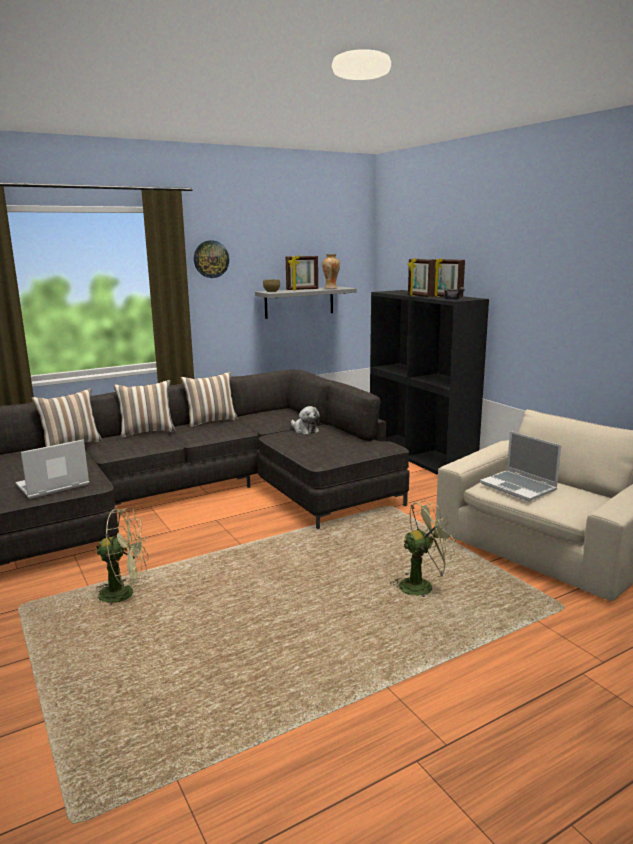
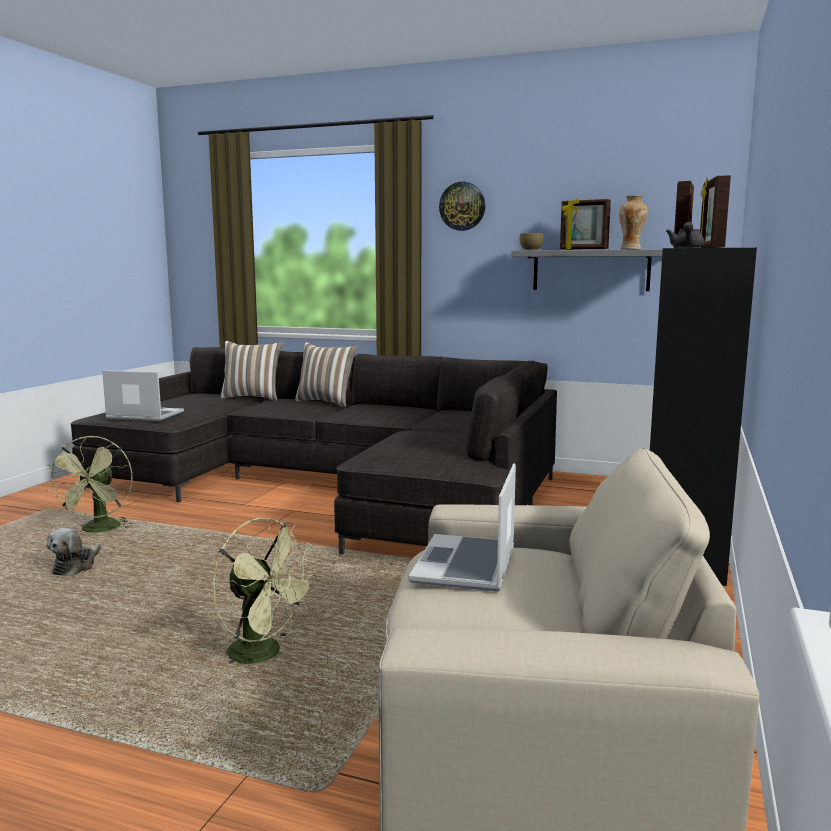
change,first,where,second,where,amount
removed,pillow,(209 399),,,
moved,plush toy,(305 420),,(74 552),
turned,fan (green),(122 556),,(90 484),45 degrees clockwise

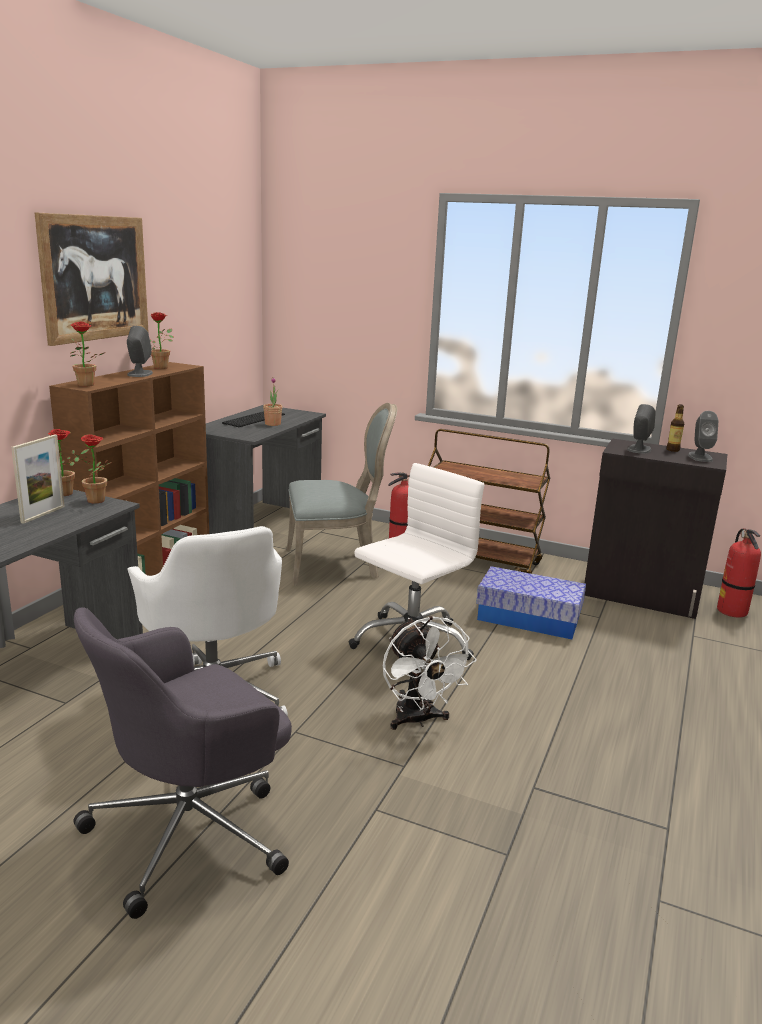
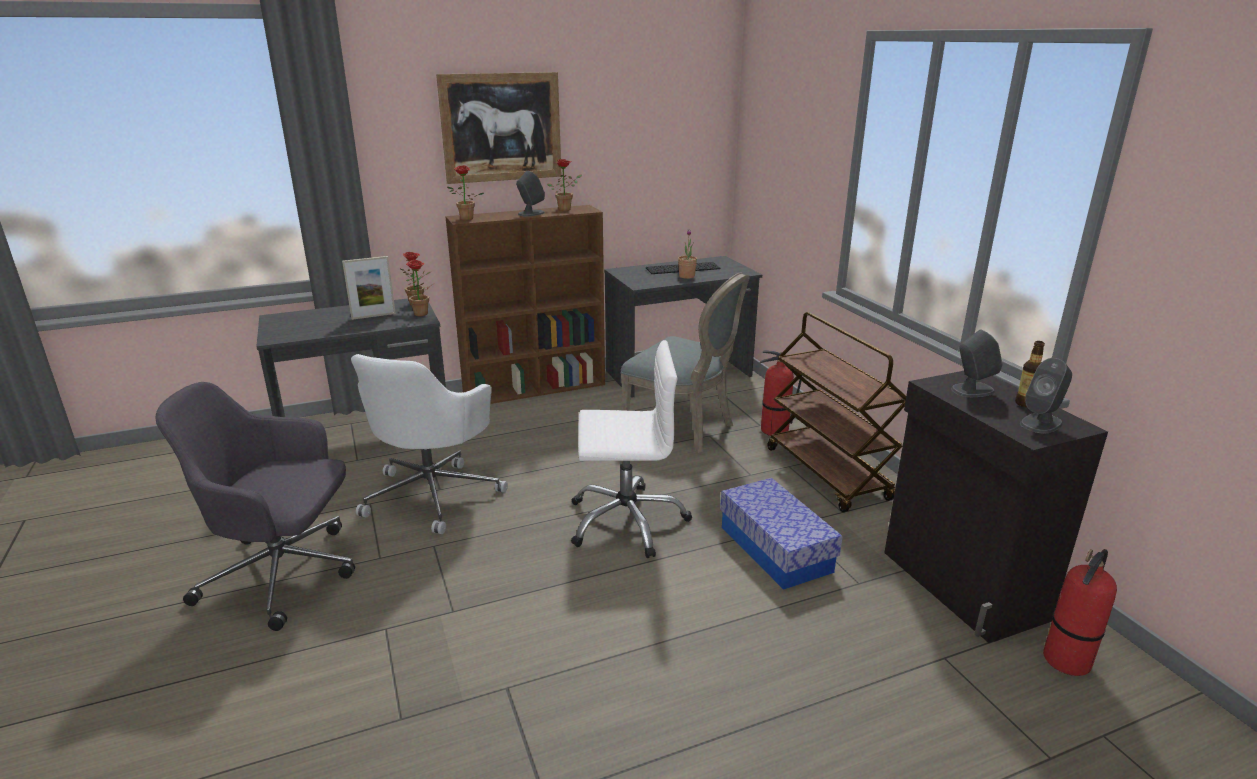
change,first,where,second,where,amount
removed,fan (white),(430 673),,,

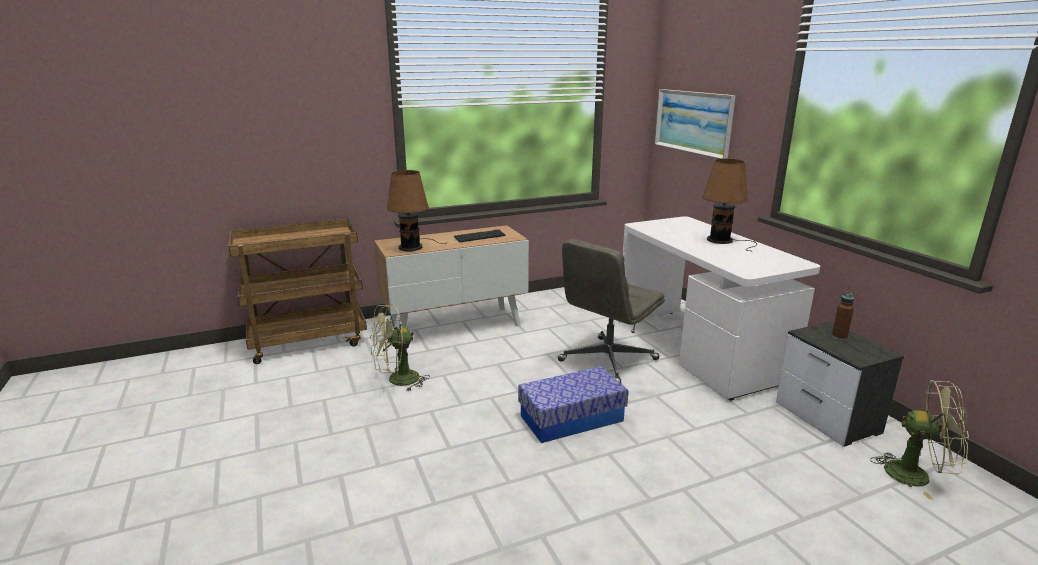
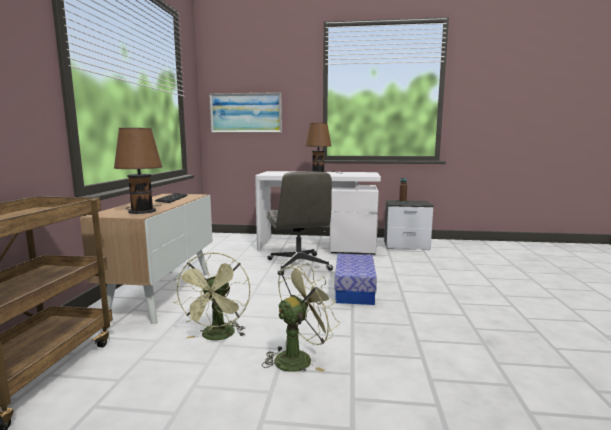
change,first,where,second,where,amount
moved,fan (green),(919 439),,(301 317),

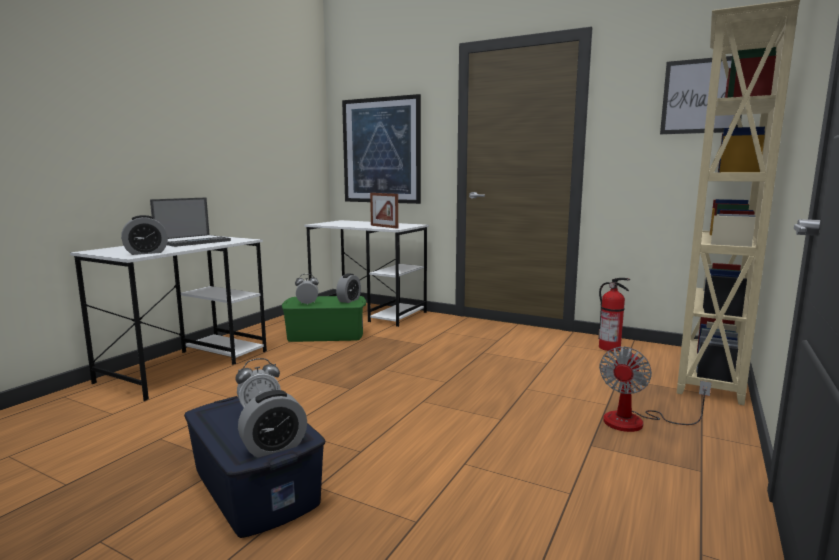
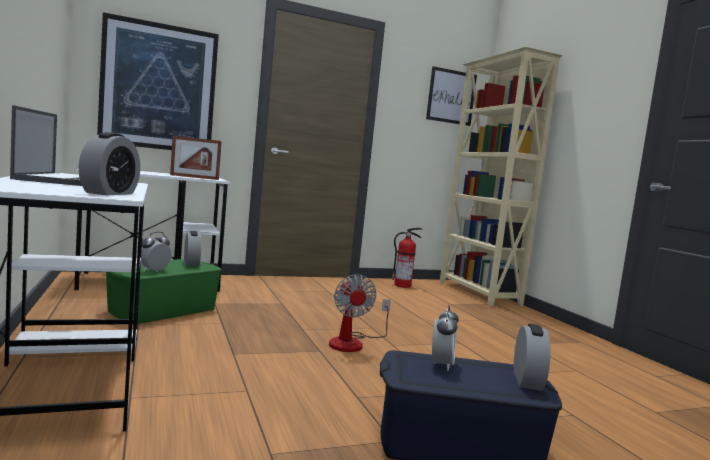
change,first,where,second,where,amount
moved,fan,(655 389),,(360 313),

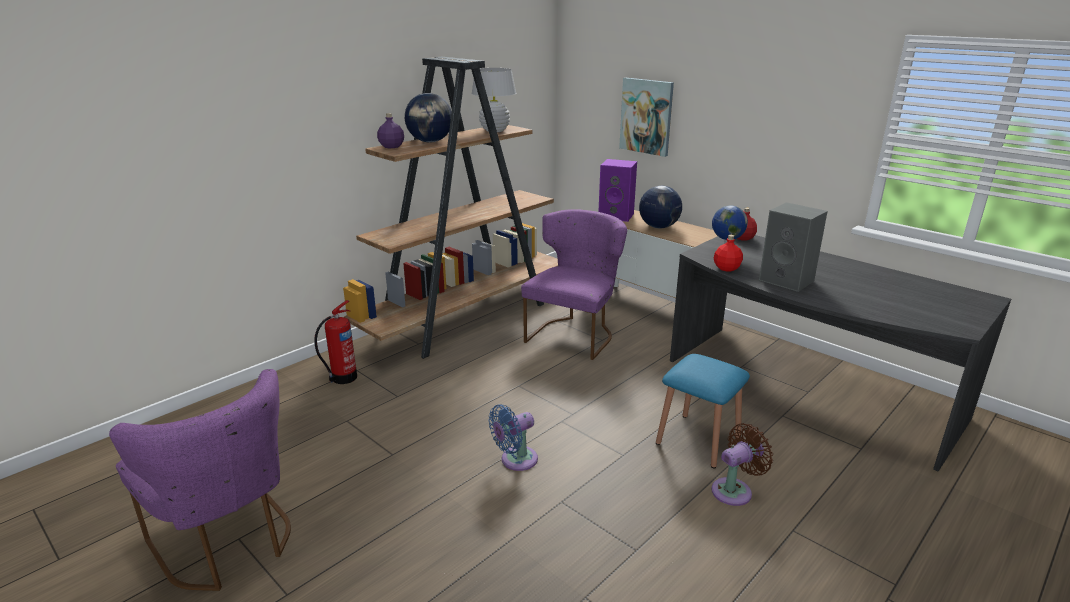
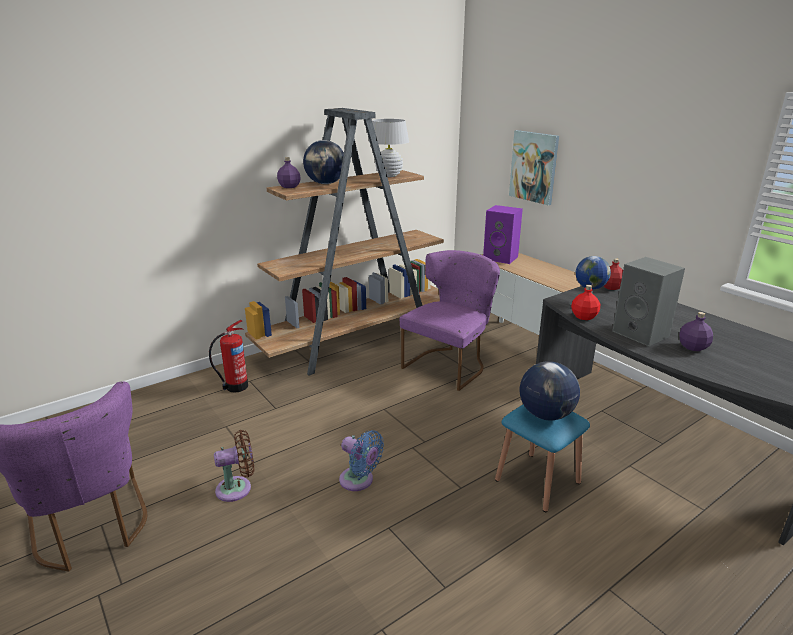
change,first,where,second,where,amount
added,,,bottle (purple),(696 331),
moved,globe,(660 207),,(550 391),
moved,fan (brown),(742 464),,(234 466),
turned,fan (blue),(513 437),,(361 460),120 degrees counterclockwise

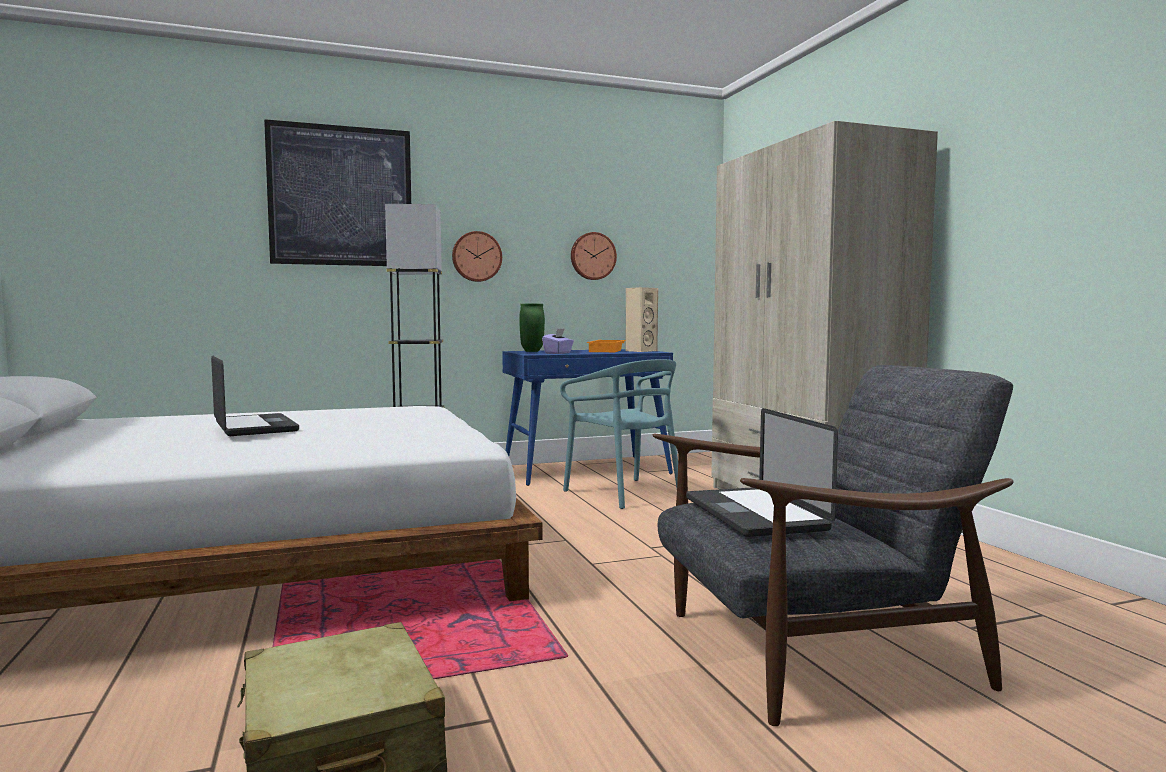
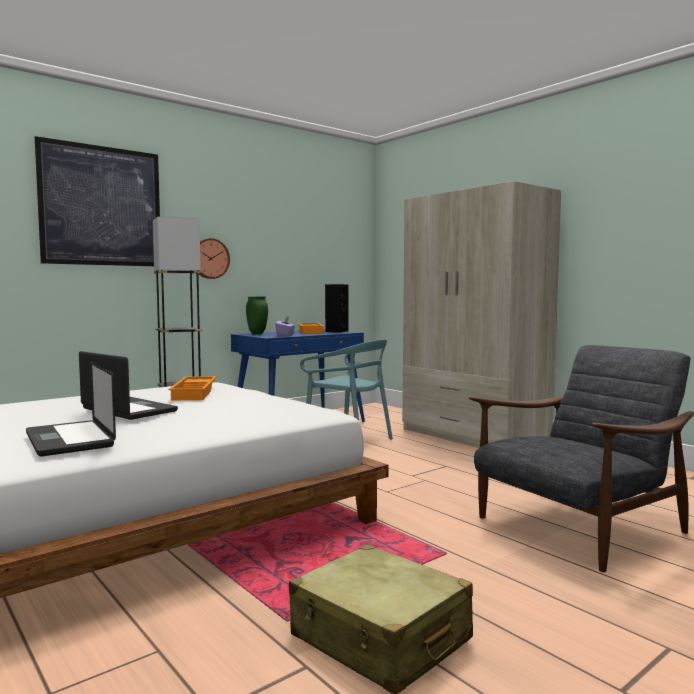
change,first,where,second,where,amount
removed,wall clock,(594 256),,,
added,,,tray (orange),(192 388),
moved,laptop,(762 472),,(71 409),
recoloured,speaker (beige),(641 319),speaker (black),(337 308),

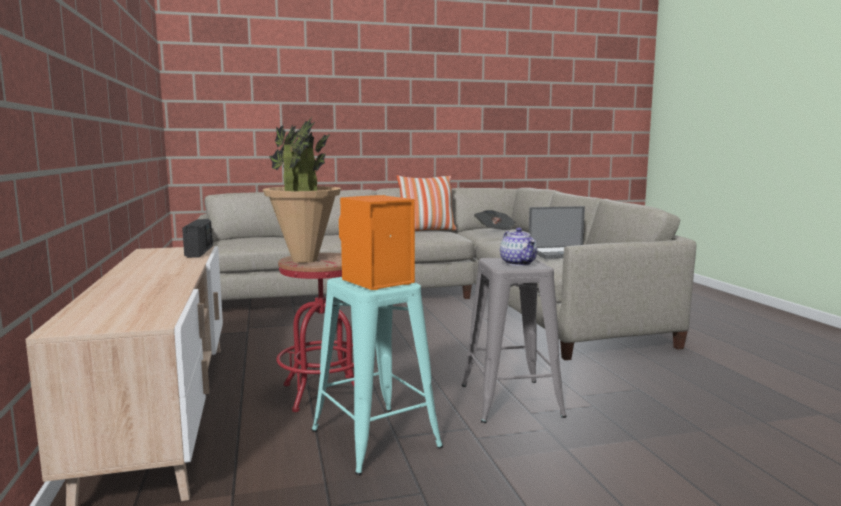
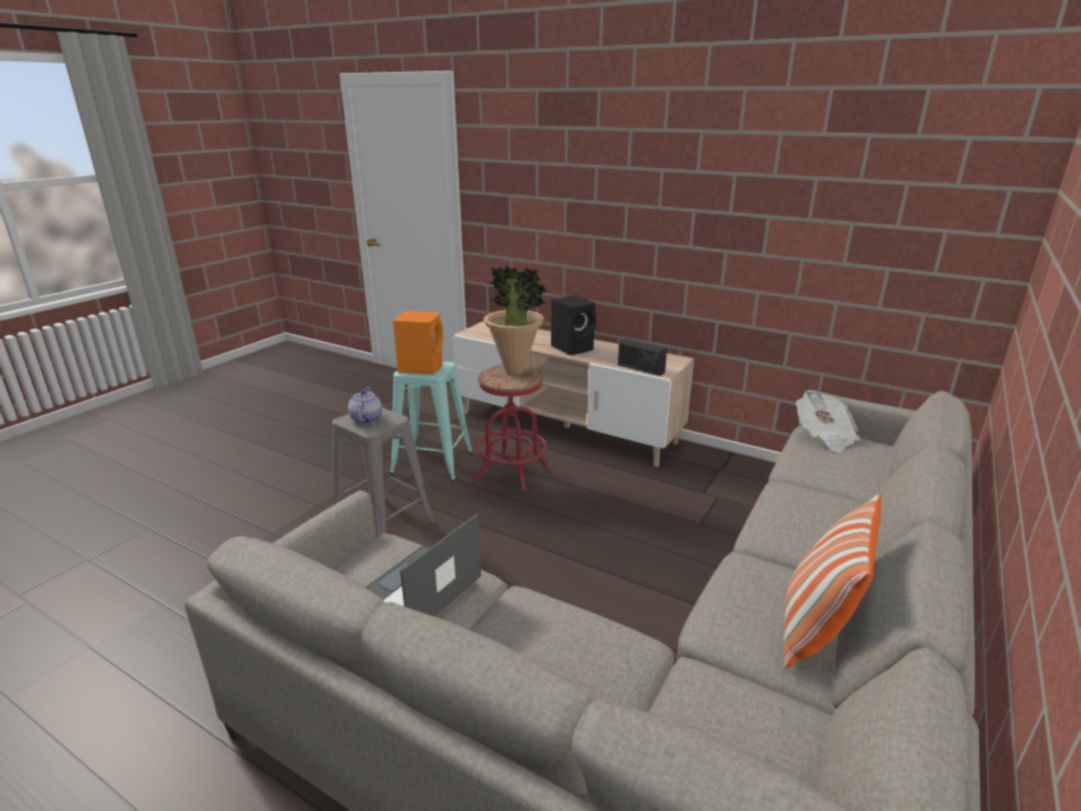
change,first,where,second,where,amount
added,,,speaker (black),(573 325),
moved,newspaper,(495 220),,(828 421),
turned,teapot,(518 247),,(365 405),60 degrees clockwise

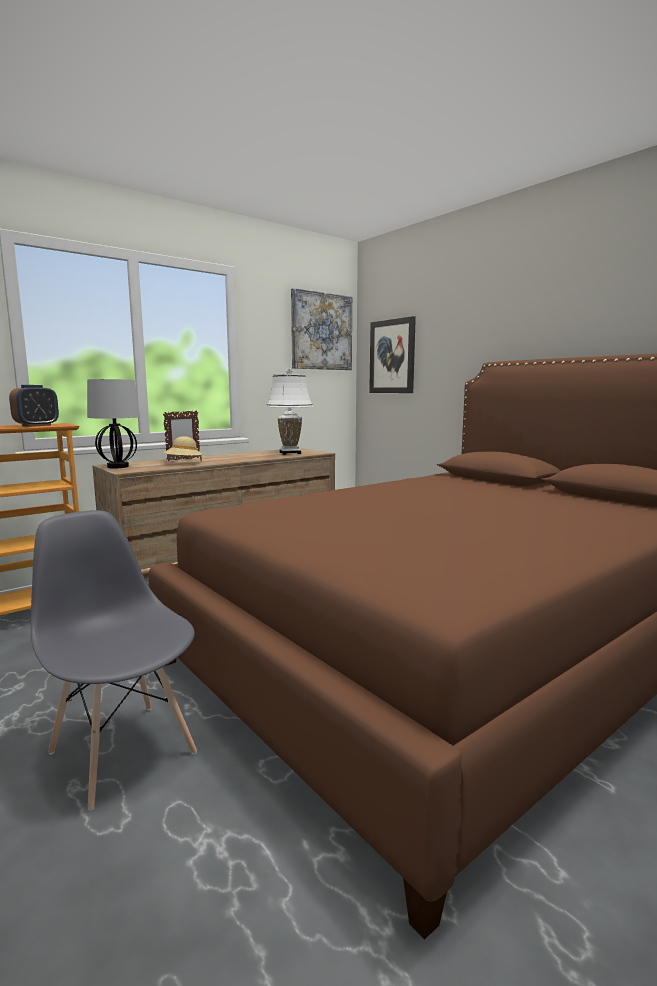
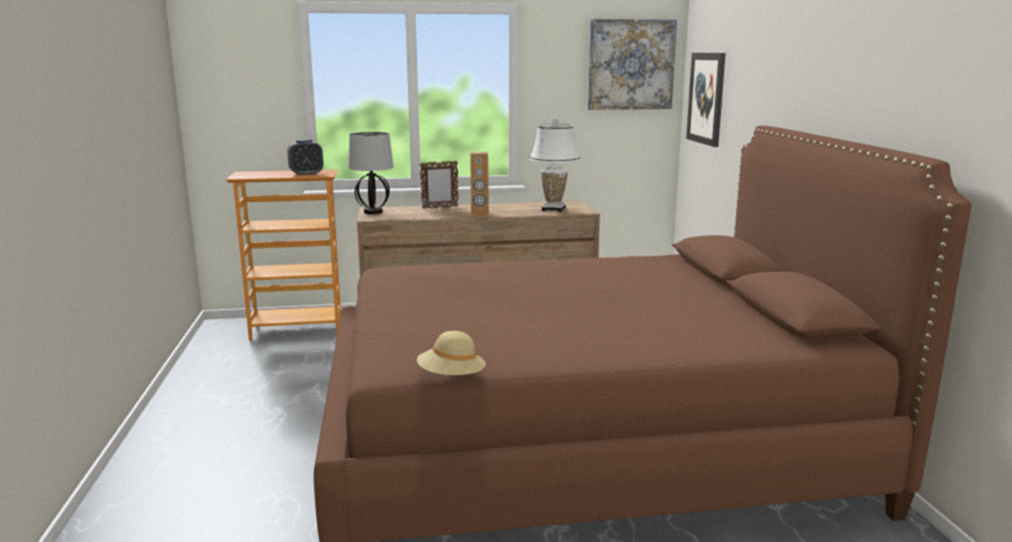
change,first,where,second,where,amount
removed,chair (grey),(114 660),,,
added,,,speaker (brown),(479 184),
moved,hat (beige),(183 448),,(451 353),

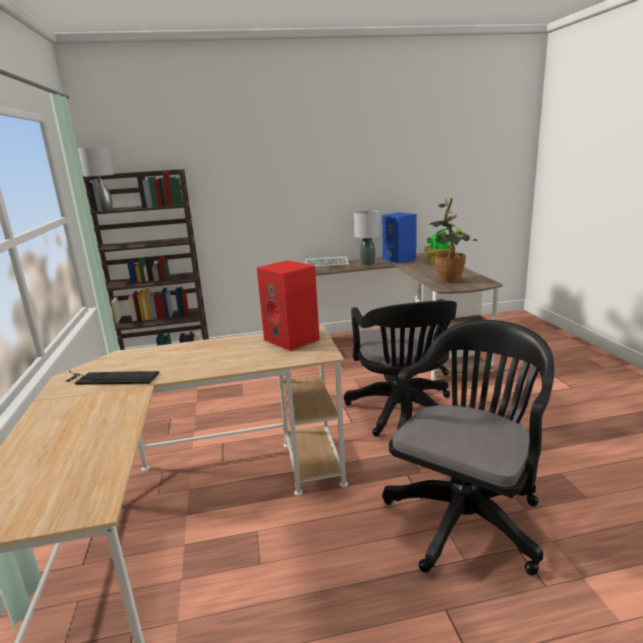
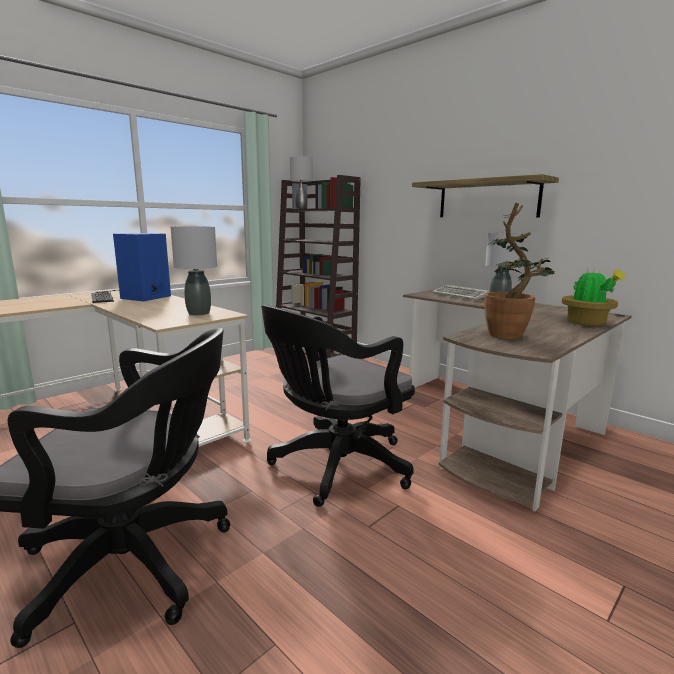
change,first,where,second,where,amount
added,,,shelf,(485 195),
moved,speaker (blue),(399 237),,(142 267),
replaced,speaker (red),(288 305),table lamp (grey),(194 270),

